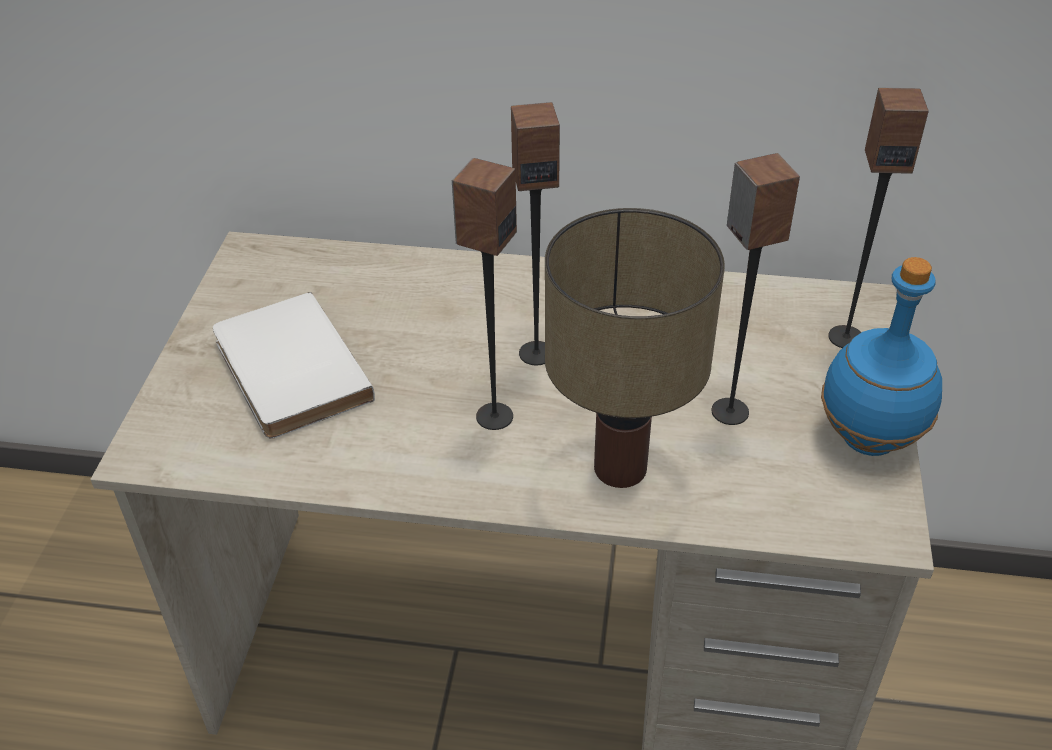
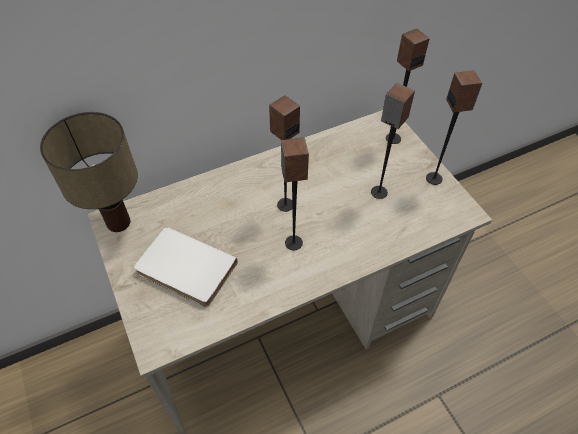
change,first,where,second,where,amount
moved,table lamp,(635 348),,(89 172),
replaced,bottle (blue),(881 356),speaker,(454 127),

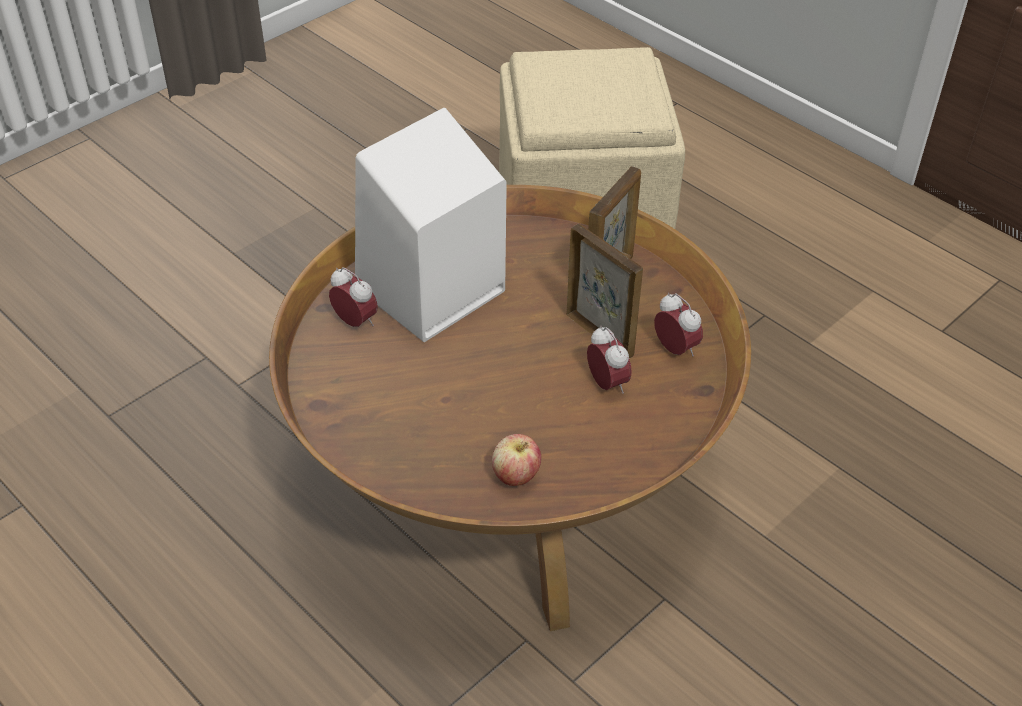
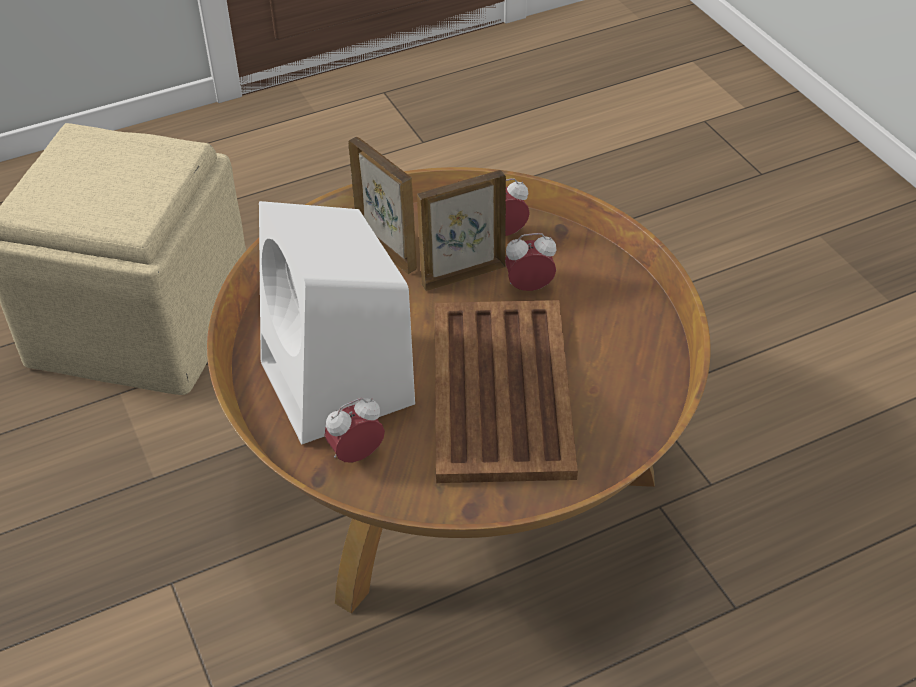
change,first,where,second,where,amount
removed,apple,(516 460),,,
added,,,tray (brown),(506 391),

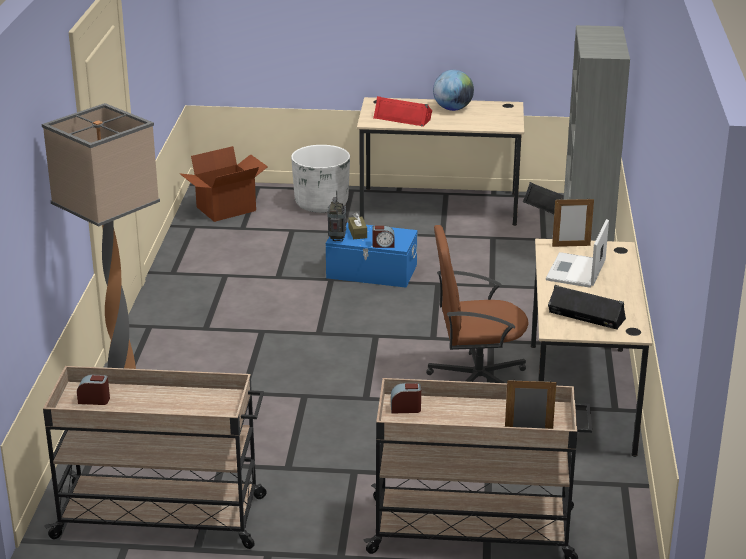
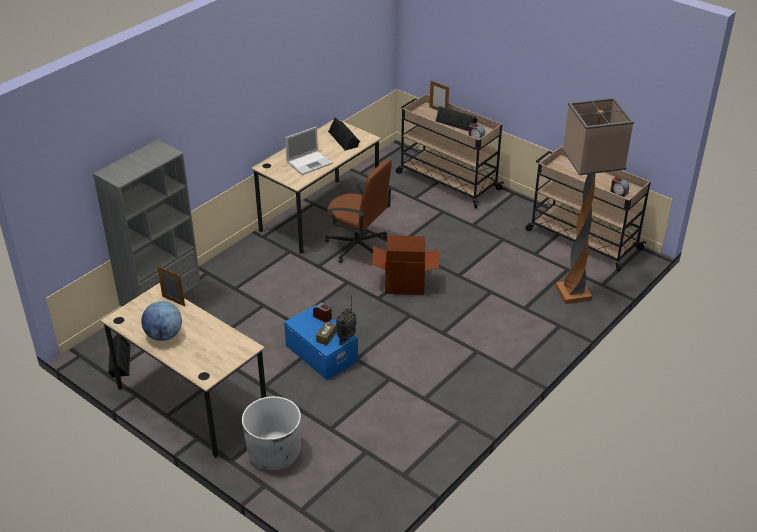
change,first,where,second,where,amount
removed,speaker (red),(402 111),,,
added,,,speaker (black),(456 119),
moved,cardboard box,(223 184),,(405 265),
moved,picture frame,(573 222),,(171 286),

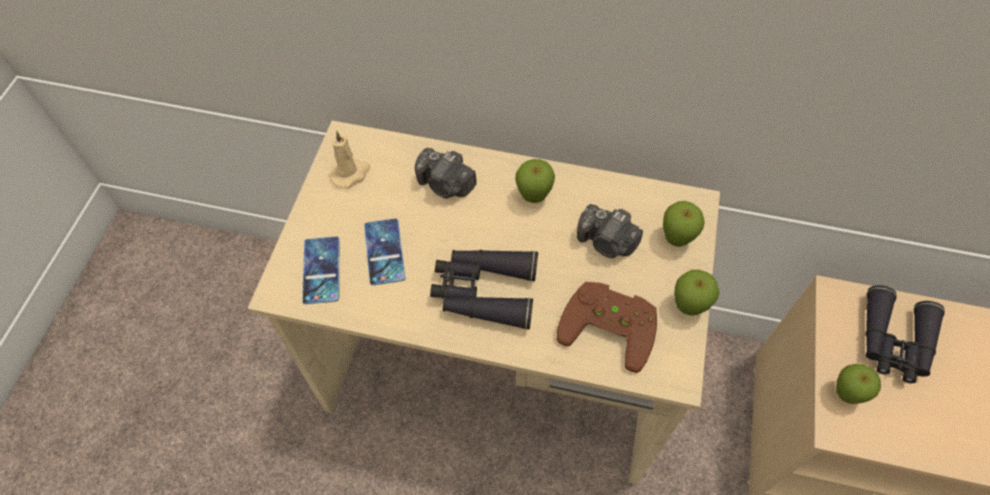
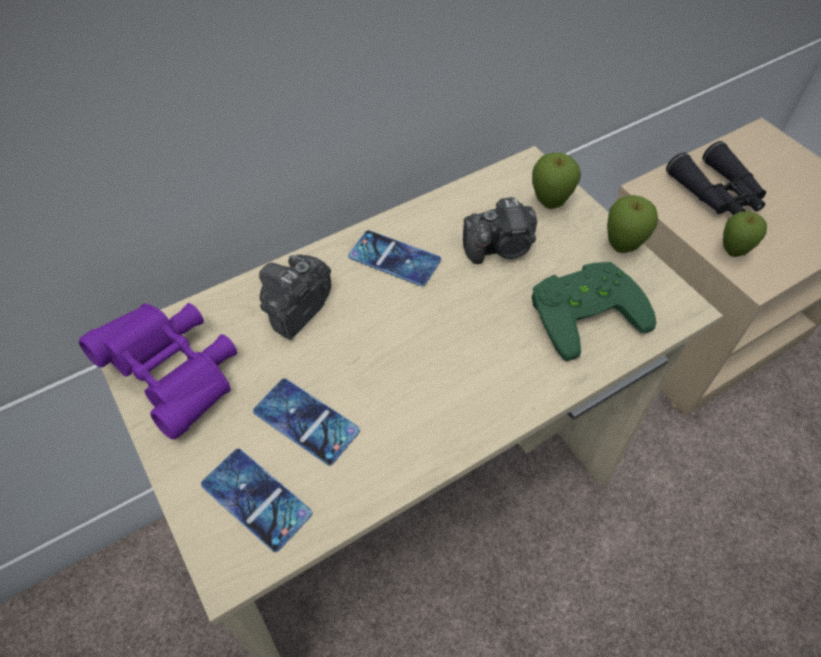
change,first,where,second,where,amount
removed,binoculars (black),(484 290),,,
replaced,candle (beige),(349 159),binoculars (purple),(158 371),
replaced,apple,(535 181),phone,(394 258),
recoloured,game controller (brown),(607 327),game controller (green),(594 311),
turned,photo camera,(446 173),,(295 297),135 degrees clockwise

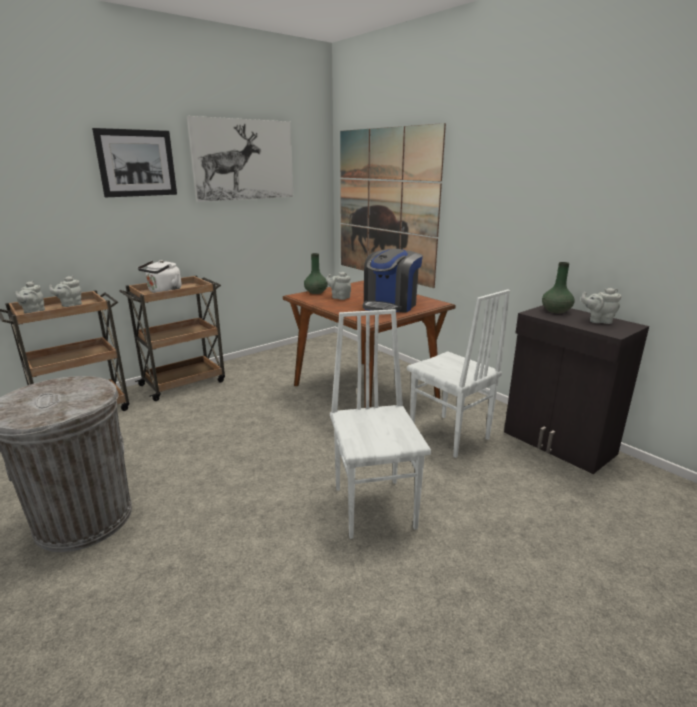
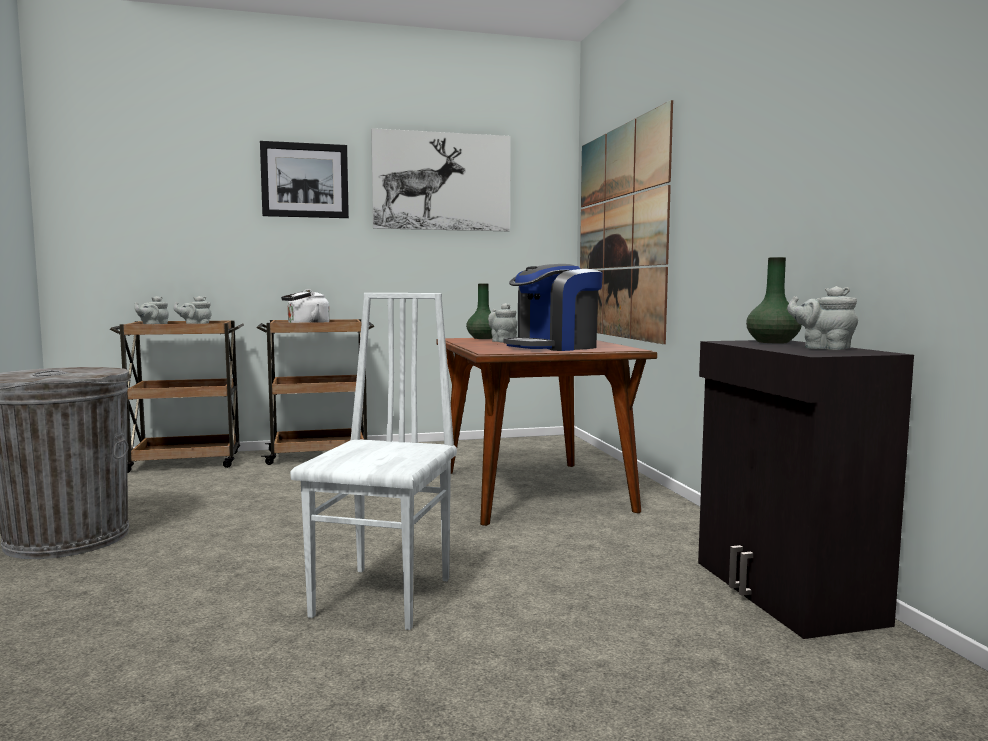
change,first,where,second,where,amount
removed,chair (white),(458 374),,,

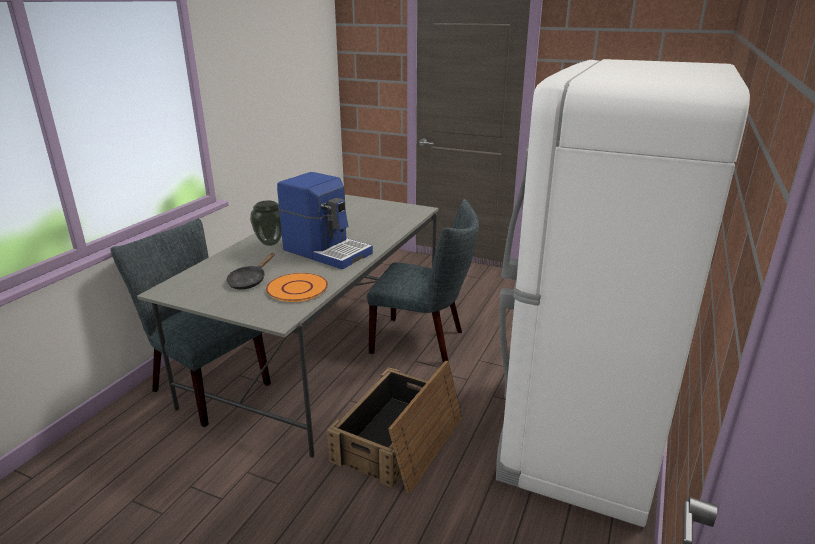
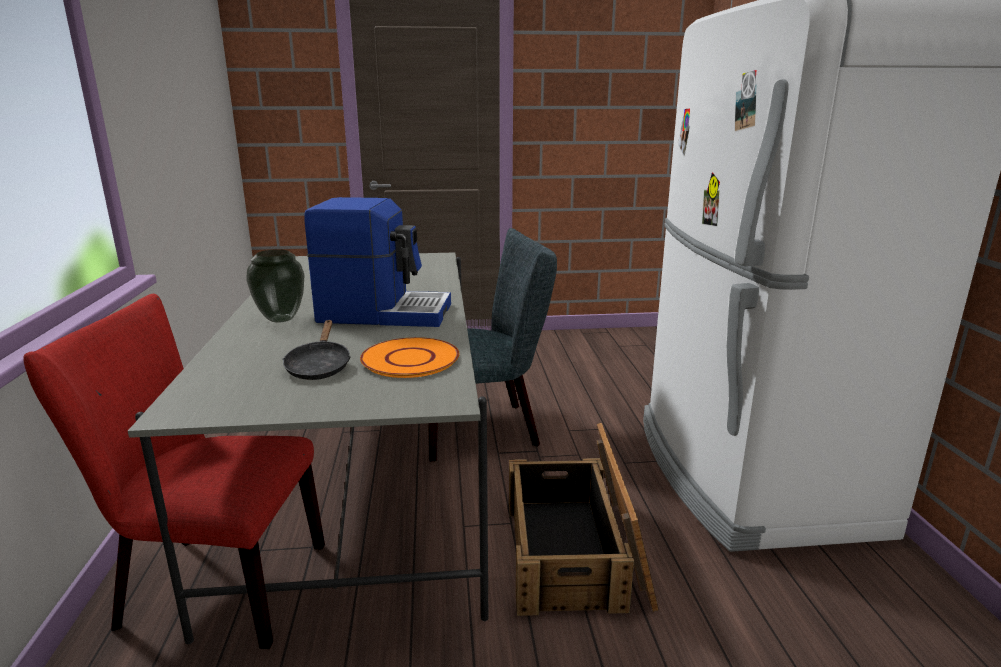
change,first,where,second,where,amount
recoloured,chair (grey),(190 323),chair (red),(174 471),

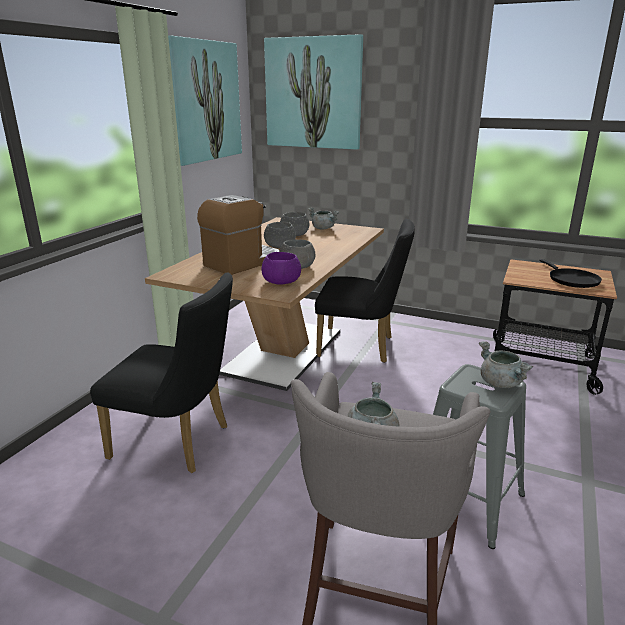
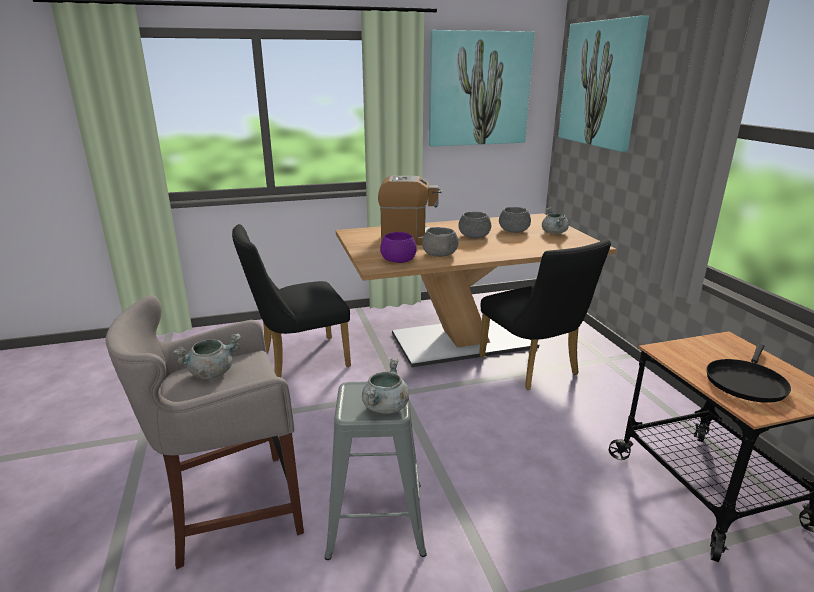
change,first,where,second,where,amount
turned,chair (black),(161 373),,(291 300),90 degrees clockwise

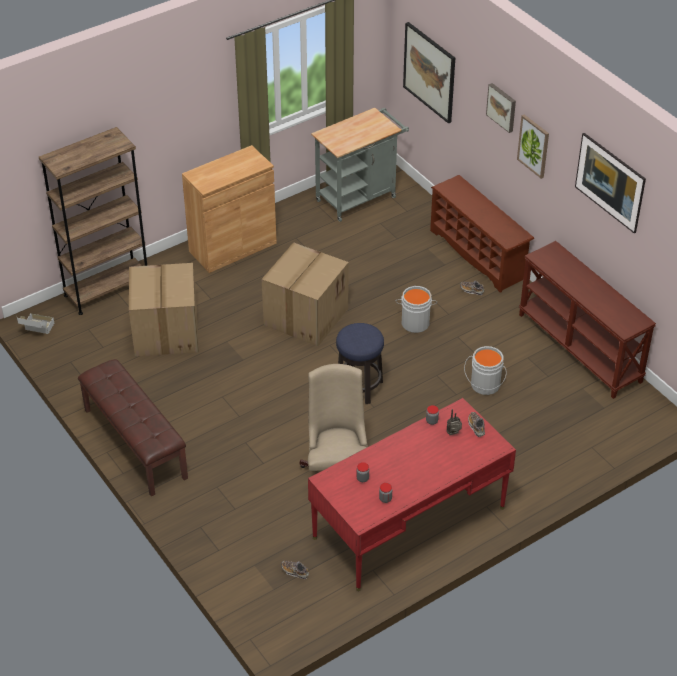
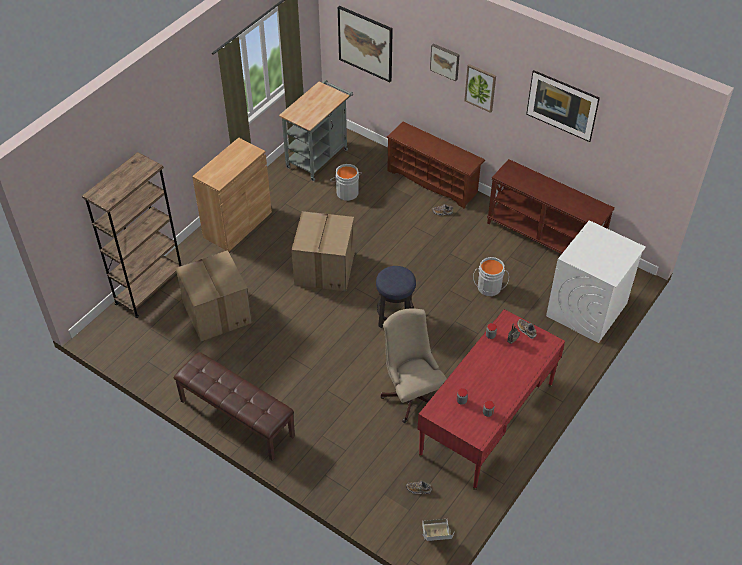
change,first,where,second,where,amount
added,,,washing machine (white),(596 281),
moved,cardboard box,(35 323),,(438 530),
moved,bucket (grey),(416 309),,(346 182),

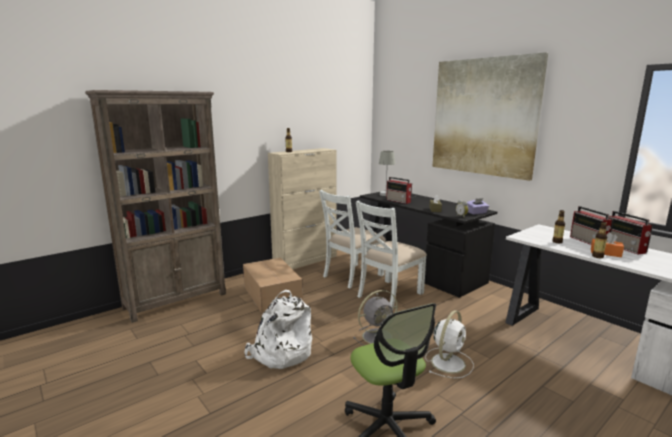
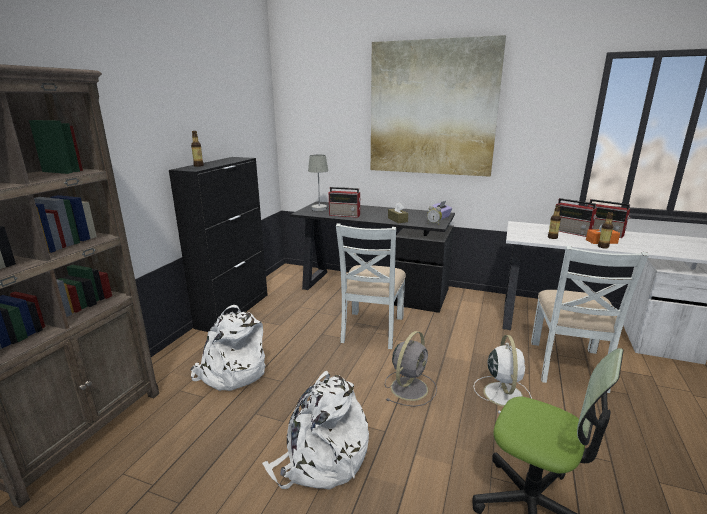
change,first,where,second,where,amount
moved,chair (white),(352 239),,(590 319),
replaced,cardboard box,(273 286),backpack (white),(227 348),
recoloured,cabinet (beige),(302 208),cabinet (black),(218 244),

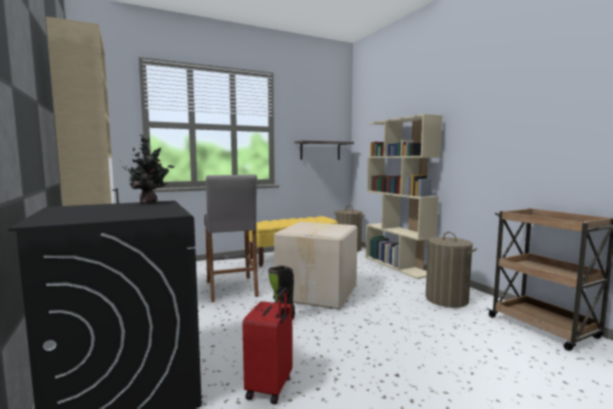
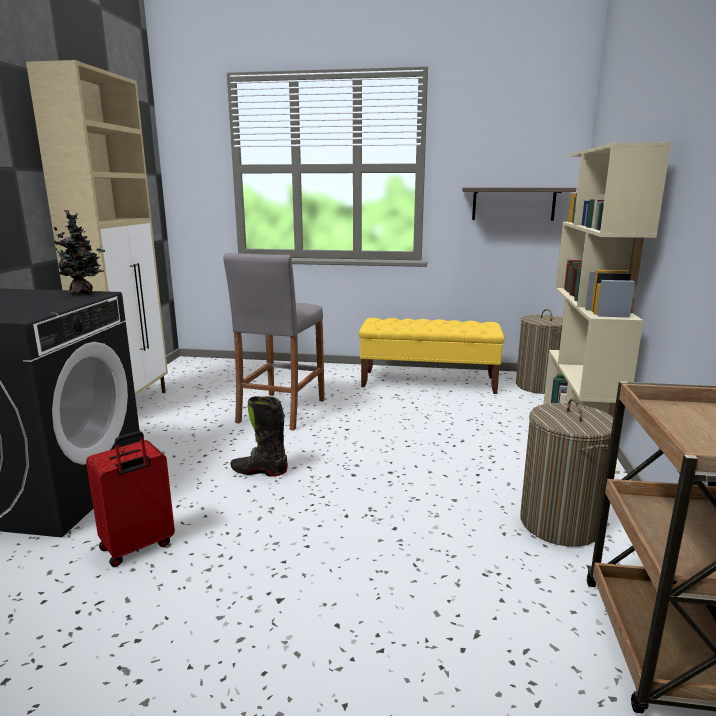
change,first,where,second,where,amount
removed,cardboard box,(316 265),,,

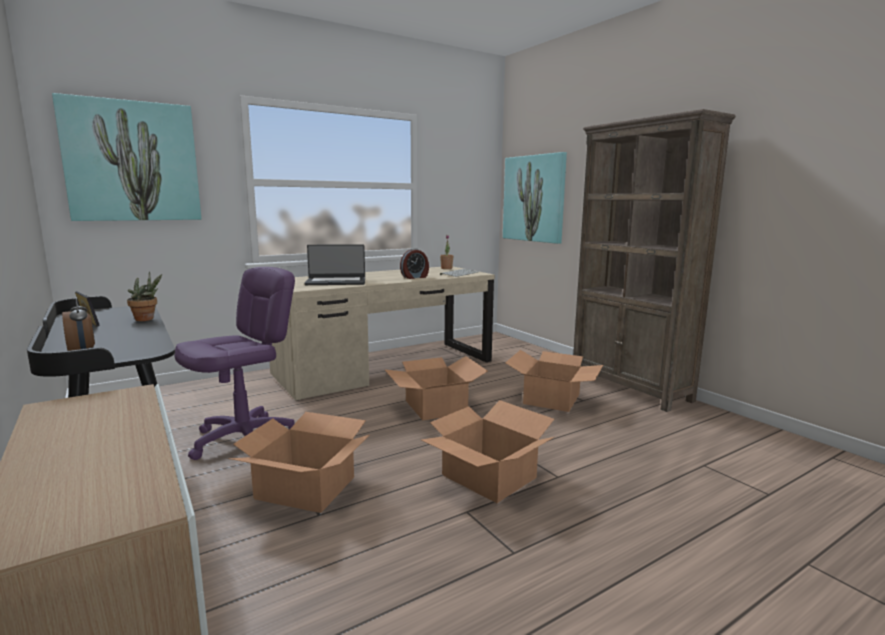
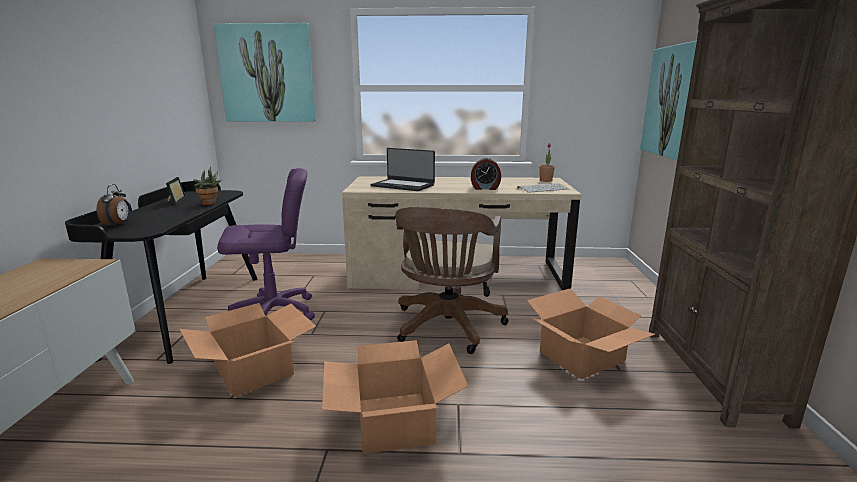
change,first,where,second,where,amount
replaced,cardboard box,(436 388),office chair (brown),(452 280),

